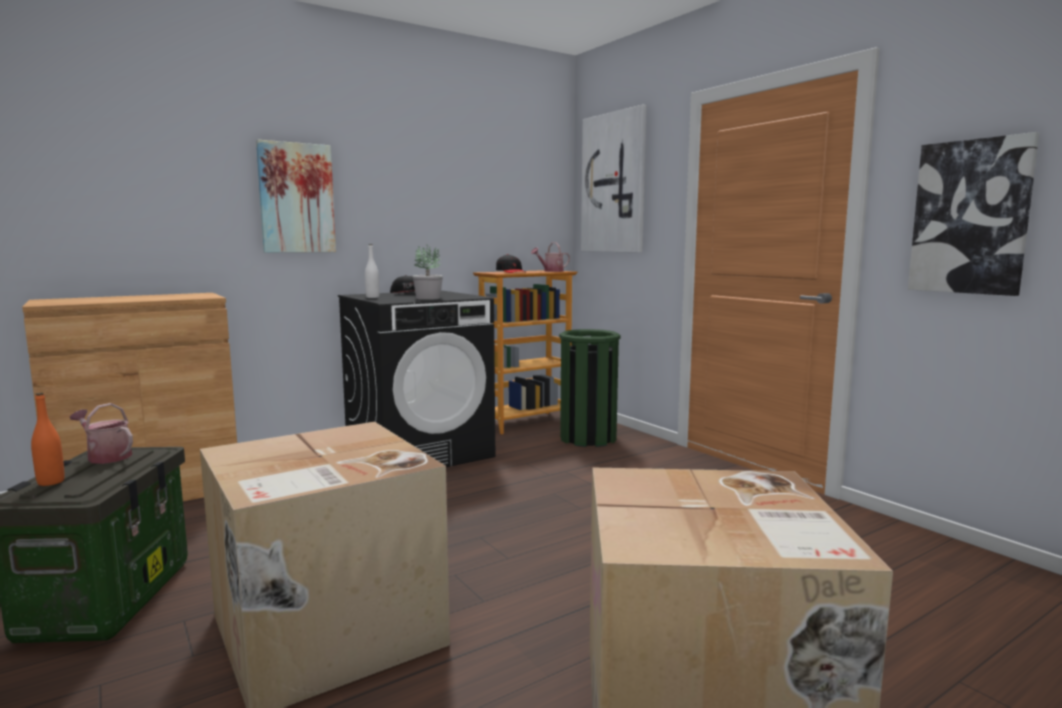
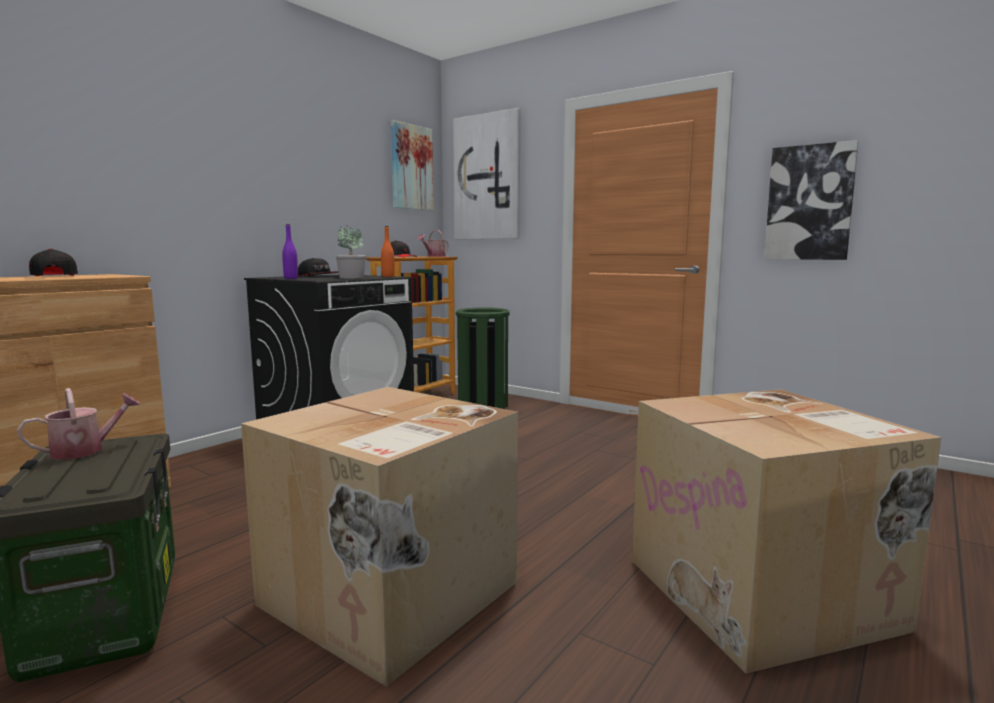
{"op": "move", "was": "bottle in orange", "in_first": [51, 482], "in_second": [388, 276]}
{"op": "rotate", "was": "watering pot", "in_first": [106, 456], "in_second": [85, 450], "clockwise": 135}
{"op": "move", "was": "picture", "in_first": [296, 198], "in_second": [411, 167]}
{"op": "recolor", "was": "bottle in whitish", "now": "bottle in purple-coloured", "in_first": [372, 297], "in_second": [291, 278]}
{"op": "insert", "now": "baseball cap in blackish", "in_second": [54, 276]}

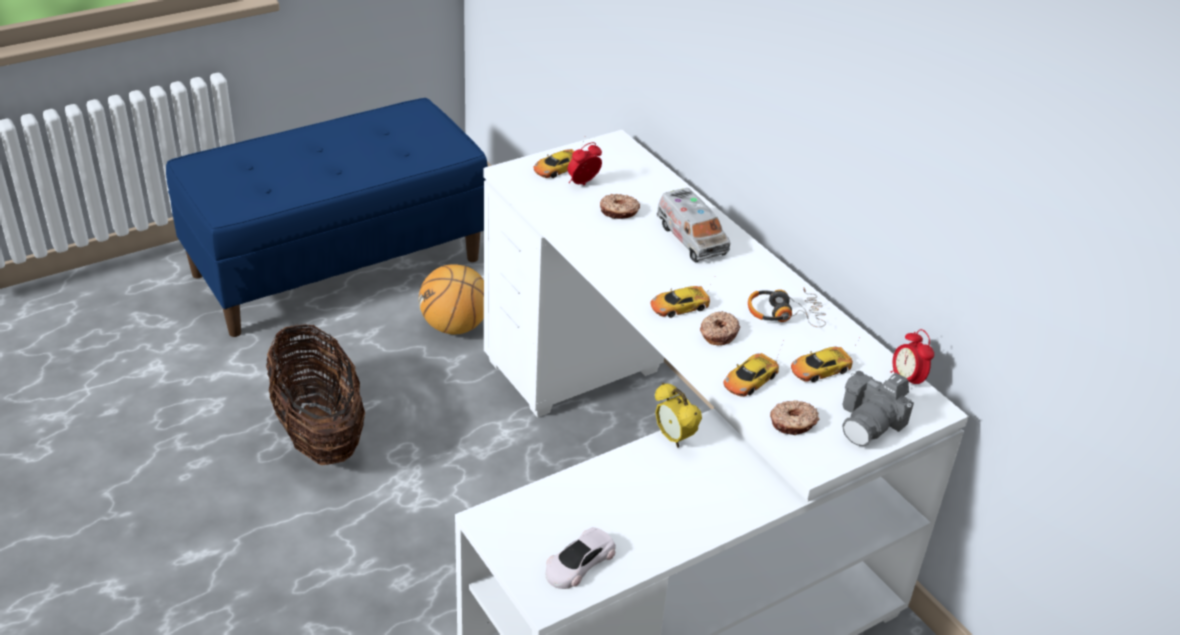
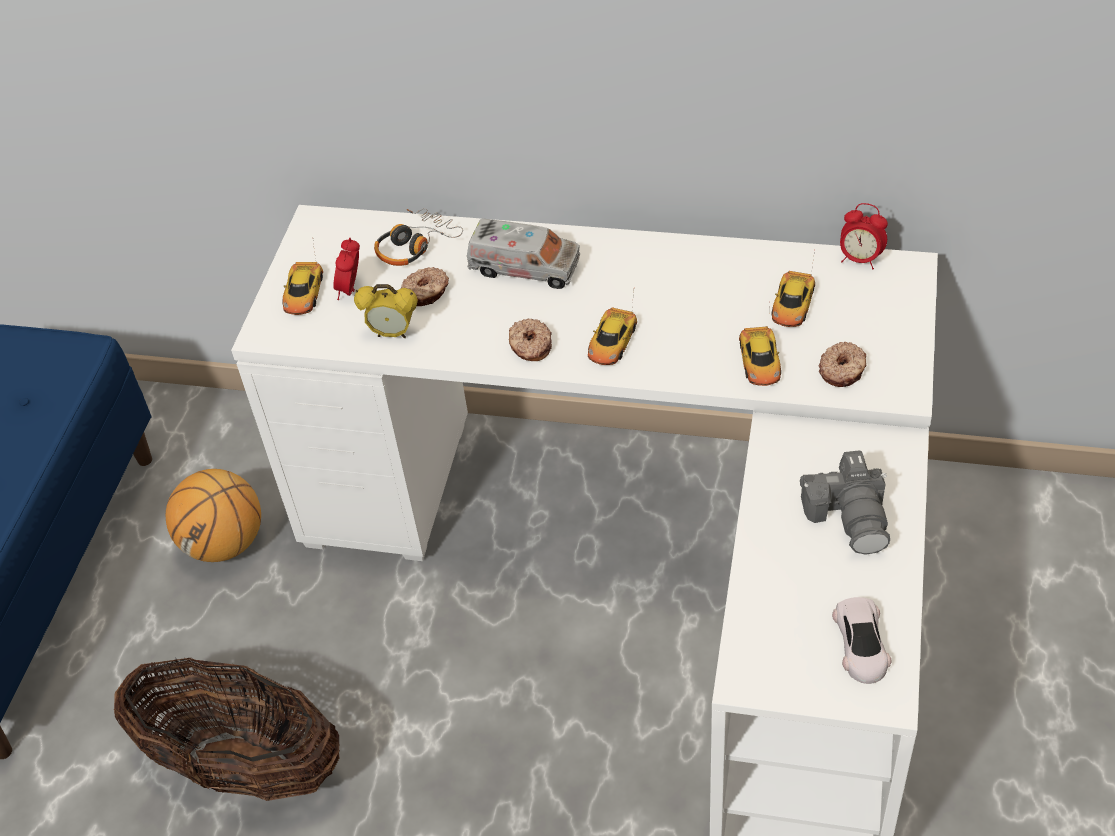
{"op": "move", "was": "table clock", "in_first": [674, 438], "in_second": [393, 333]}
{"op": "move", "was": "donut", "in_first": [718, 333], "in_second": [530, 346]}
{"op": "move", "was": "headphones", "in_first": [784, 314], "in_second": [415, 245]}
{"op": "move", "was": "photo camera", "in_first": [871, 422], "in_second": [850, 516]}

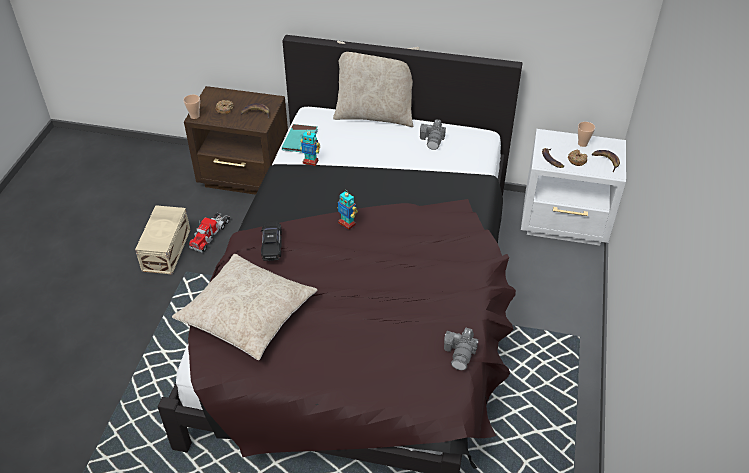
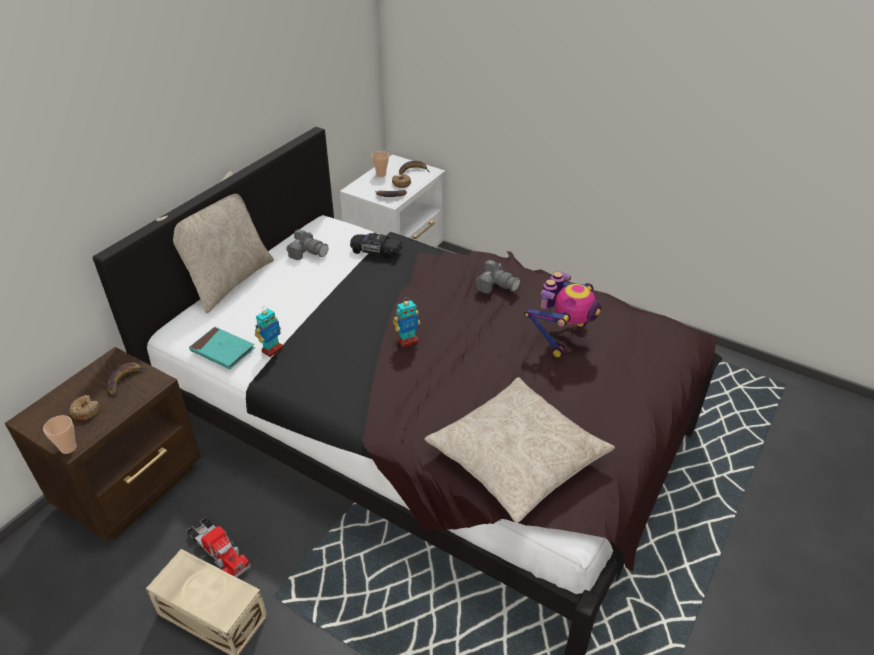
{"op": "move", "was": "toy car in blackish", "in_first": [272, 246], "in_second": [376, 251]}
{"op": "move", "was": "photo camera", "in_first": [460, 353], "in_second": [496, 285]}
{"op": "insert", "now": "robot figure", "in_second": [561, 336]}

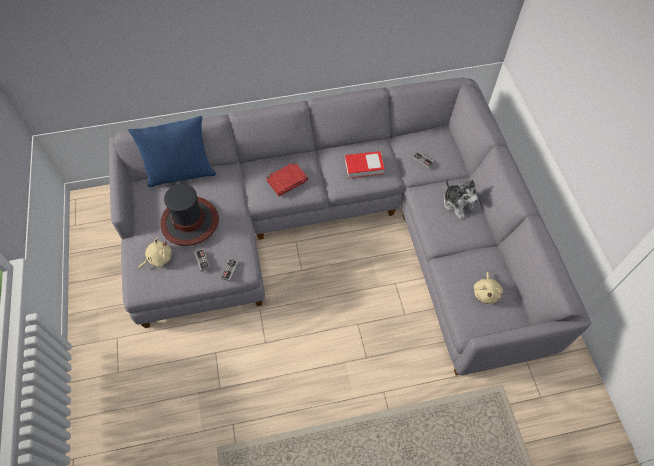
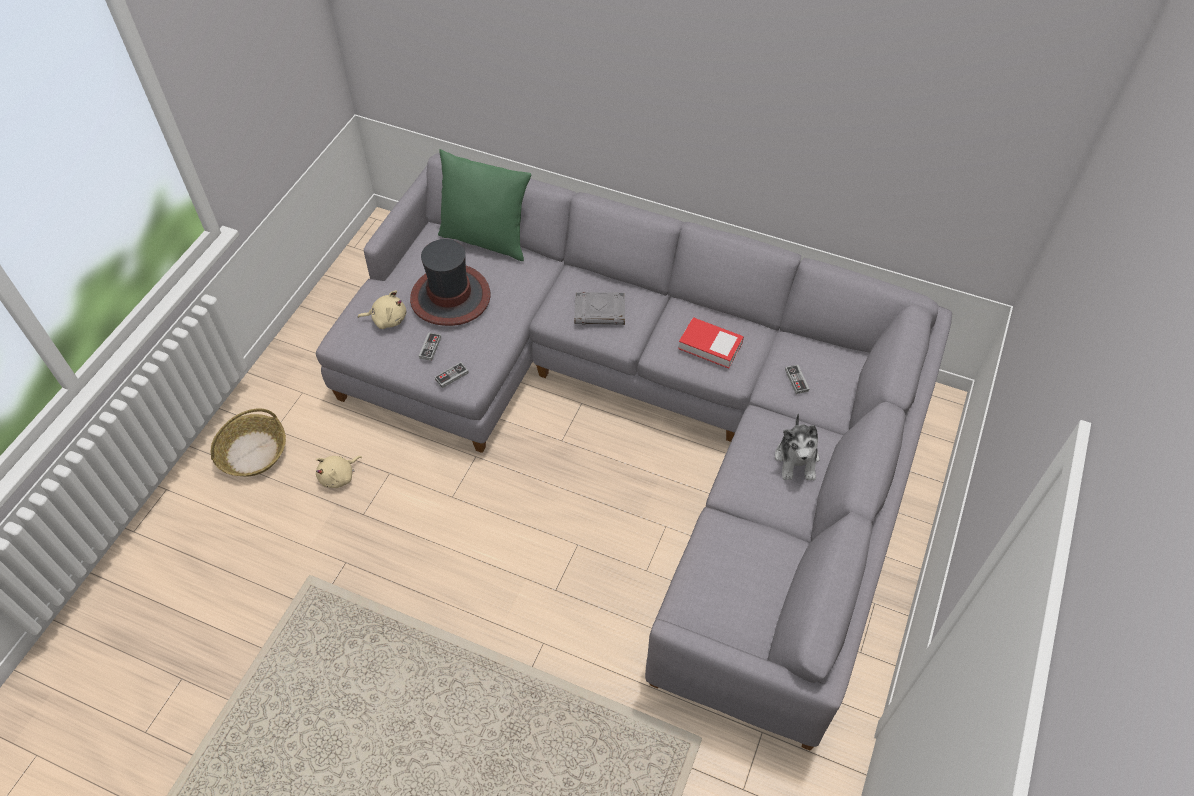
{"op": "recolor", "was": "pillow in bluish", "now": "pillow in green", "in_first": [181, 173], "in_second": [486, 239]}
{"op": "recolor", "was": "bound book in reddish", "now": "bound book in grey", "in_first": [287, 180], "in_second": [600, 311]}
{"op": "move", "was": "plush toy in beige-coloured", "in_first": [486, 293], "in_second": [339, 476]}
{"op": "insert", "now": "household basket", "in_second": [252, 453]}

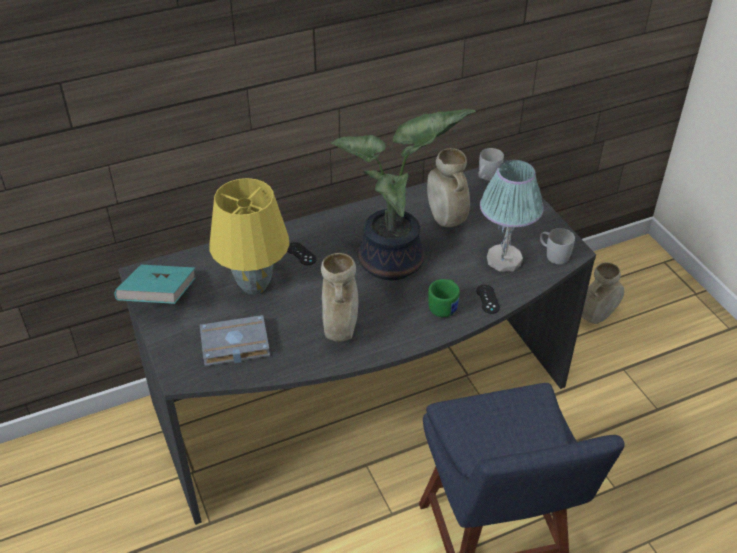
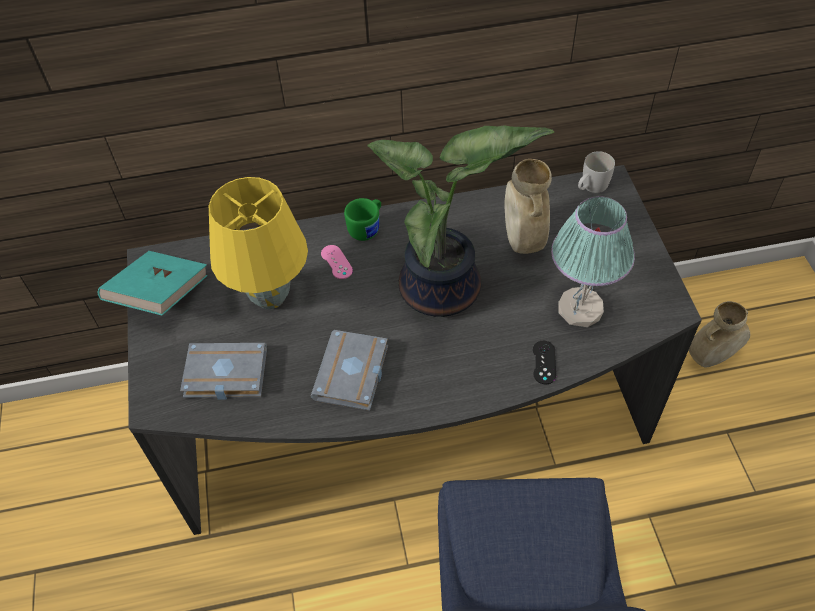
{"op": "recolor", "was": "joypad in blackish", "now": "joypad in pink", "in_first": [301, 254], "in_second": [336, 262]}
{"op": "replace", "was": "flower vase in beige-coloured", "now": "bound book in grey", "in_first": [341, 330], "in_second": [353, 375]}
{"op": "move", "was": "coffee mug in green", "in_first": [444, 306], "in_second": [367, 228]}
{"op": "delete", "was": "coffee mug in whitish", "in_first": [553, 255]}

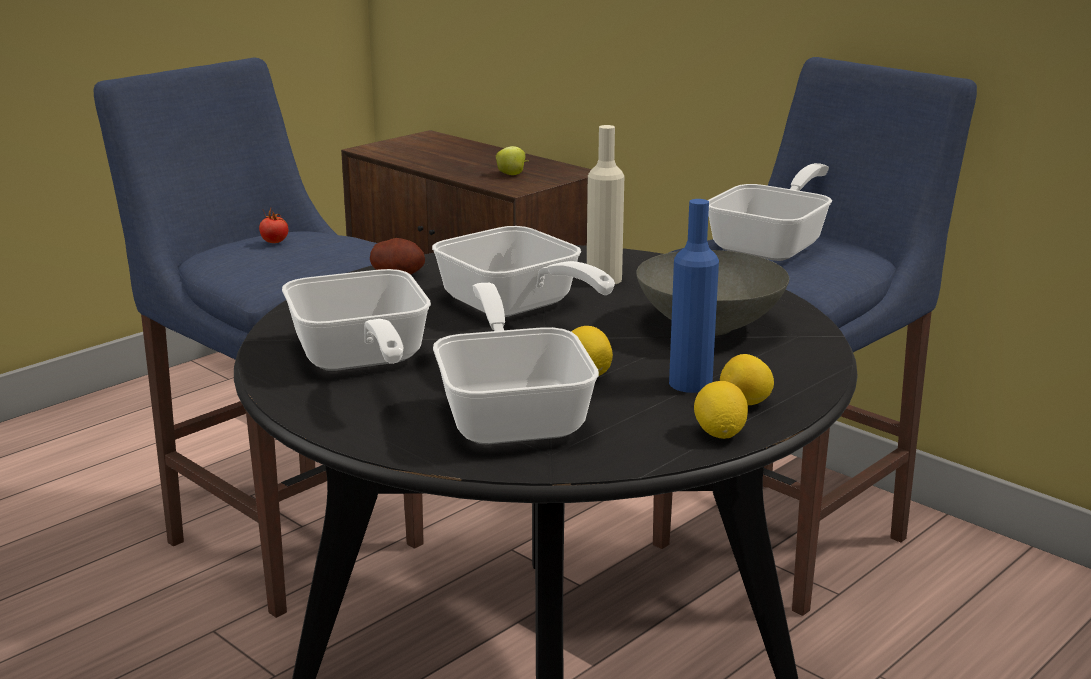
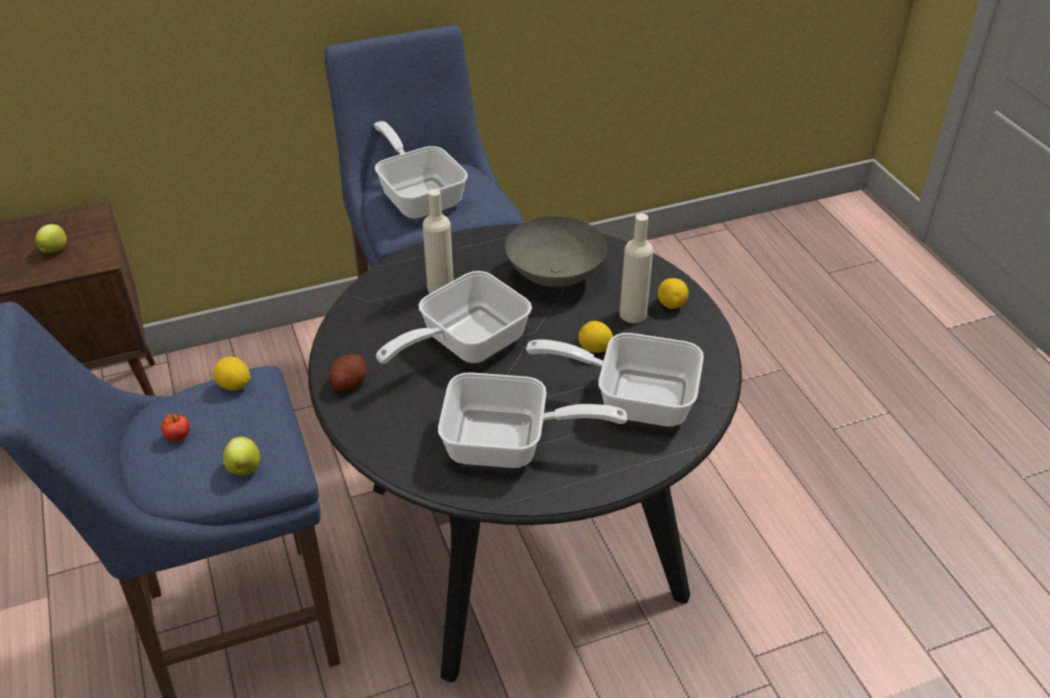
{"op": "rotate", "was": "skillet", "in_first": [516, 308], "in_second": [464, 344], "clockwise": 150}
{"op": "recolor", "was": "bottle in bluish", "now": "bottle in beige-coloured", "in_first": [690, 383], "in_second": [633, 314]}
{"op": "move", "was": "citrus fruit", "in_first": [719, 434], "in_second": [234, 385]}
{"op": "insert", "now": "apple fruit", "in_second": [244, 469]}

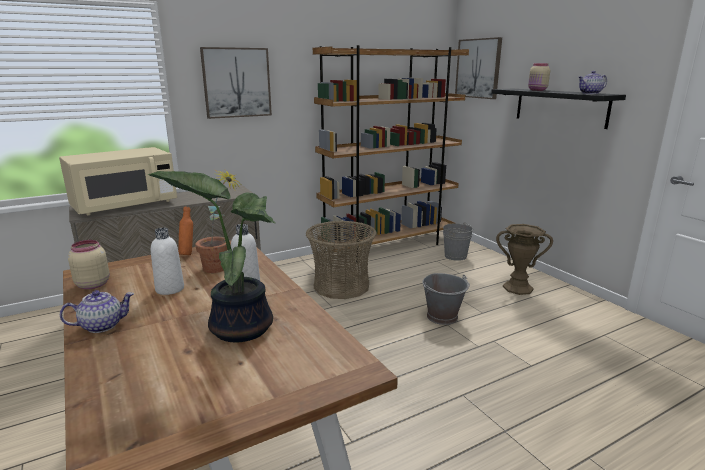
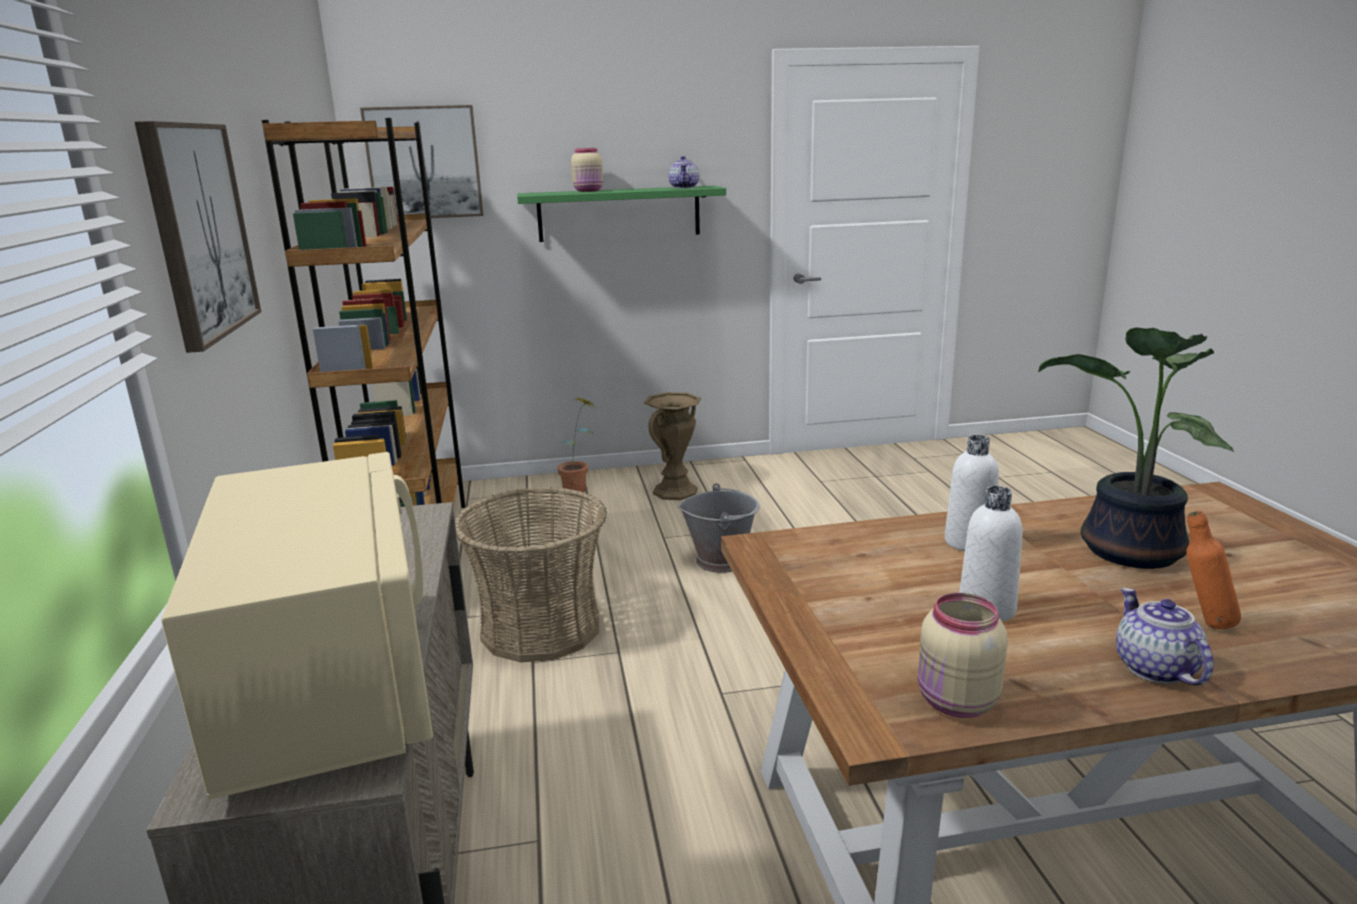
{"op": "move", "was": "bottle in orange", "in_first": [188, 254], "in_second": [1203, 623]}
{"op": "move", "was": "houseplant", "in_first": [221, 269], "in_second": [579, 488]}
{"op": "delete", "was": "bucket in grey", "in_first": [455, 256]}
{"op": "recolor", "was": "wall shelf in blackish", "now": "wall shelf in green", "in_first": [560, 107], "in_second": [619, 213]}

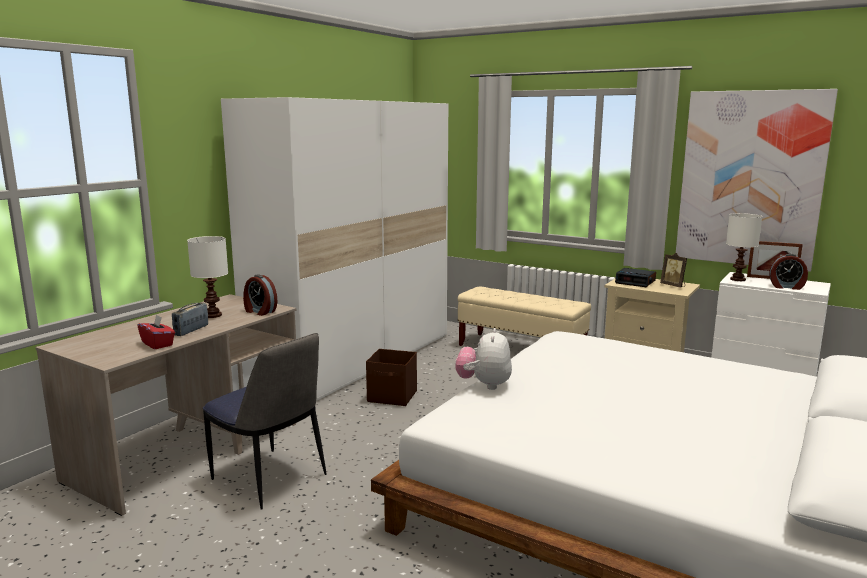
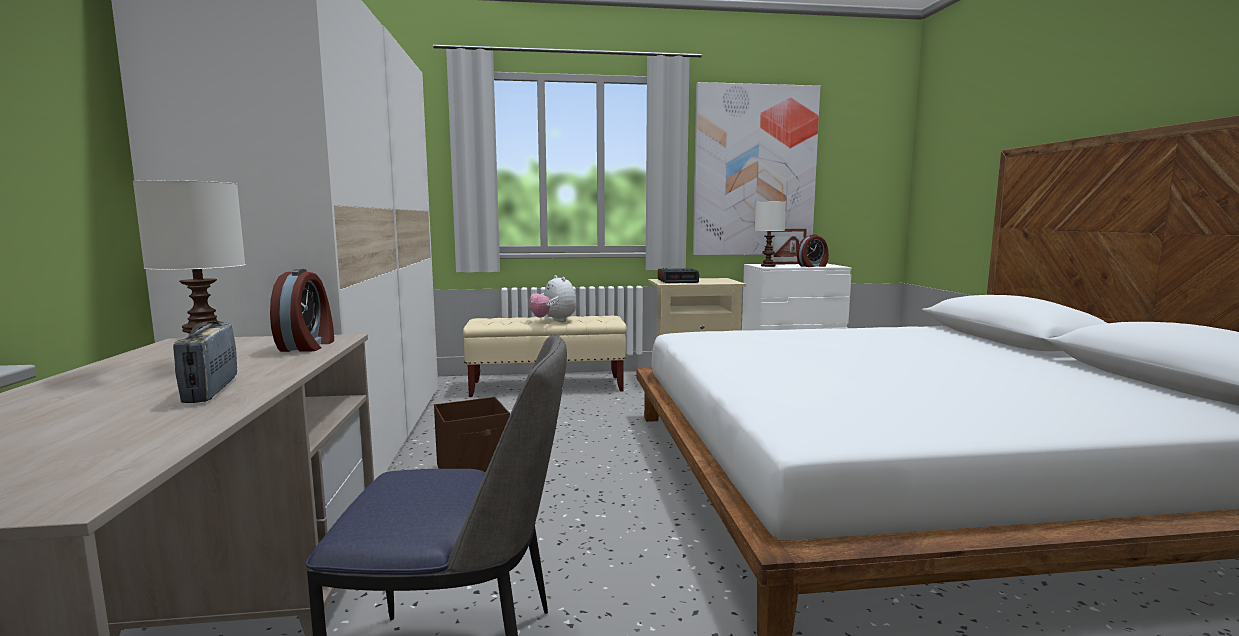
{"op": "delete", "was": "tissue holder in reddish", "in_first": [158, 344]}
{"op": "rotate", "was": "table clock", "in_first": [259, 311], "in_second": [308, 346], "clockwise": -90}
{"op": "move", "was": "plush toy", "in_first": [484, 385], "in_second": [554, 321]}
{"op": "delete", "was": "standing frame", "in_first": [673, 286]}

